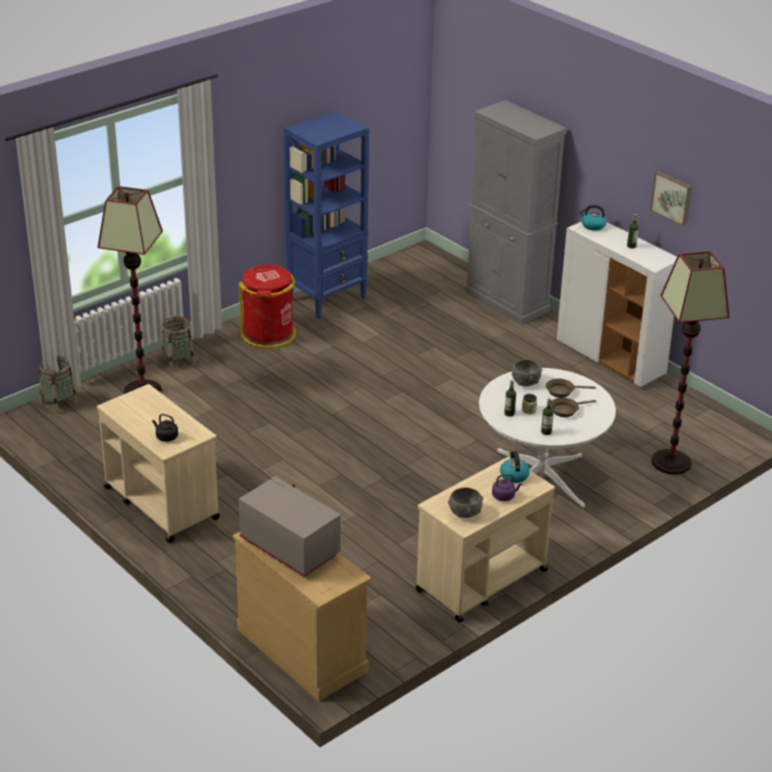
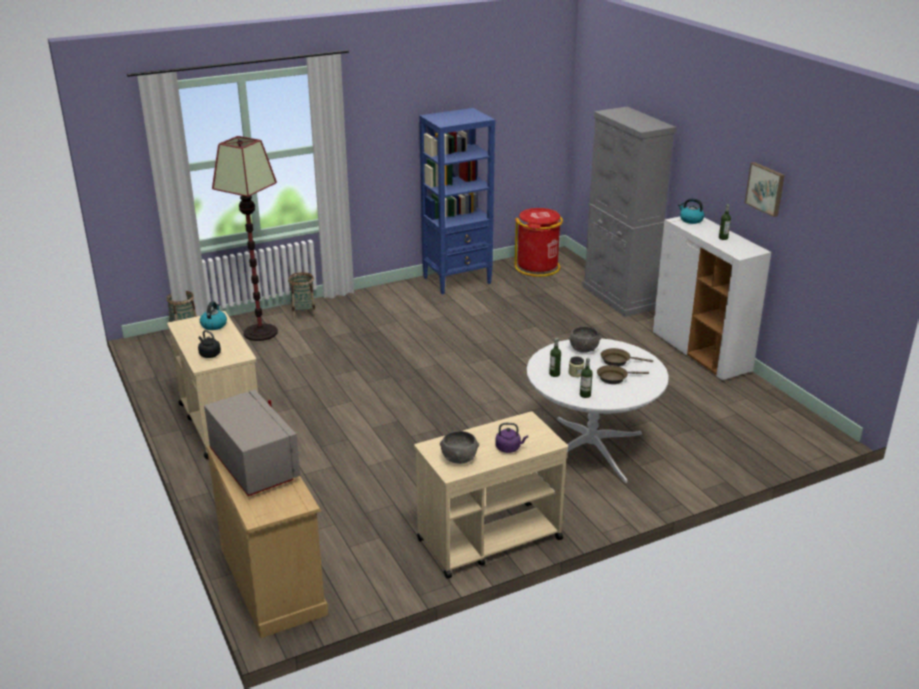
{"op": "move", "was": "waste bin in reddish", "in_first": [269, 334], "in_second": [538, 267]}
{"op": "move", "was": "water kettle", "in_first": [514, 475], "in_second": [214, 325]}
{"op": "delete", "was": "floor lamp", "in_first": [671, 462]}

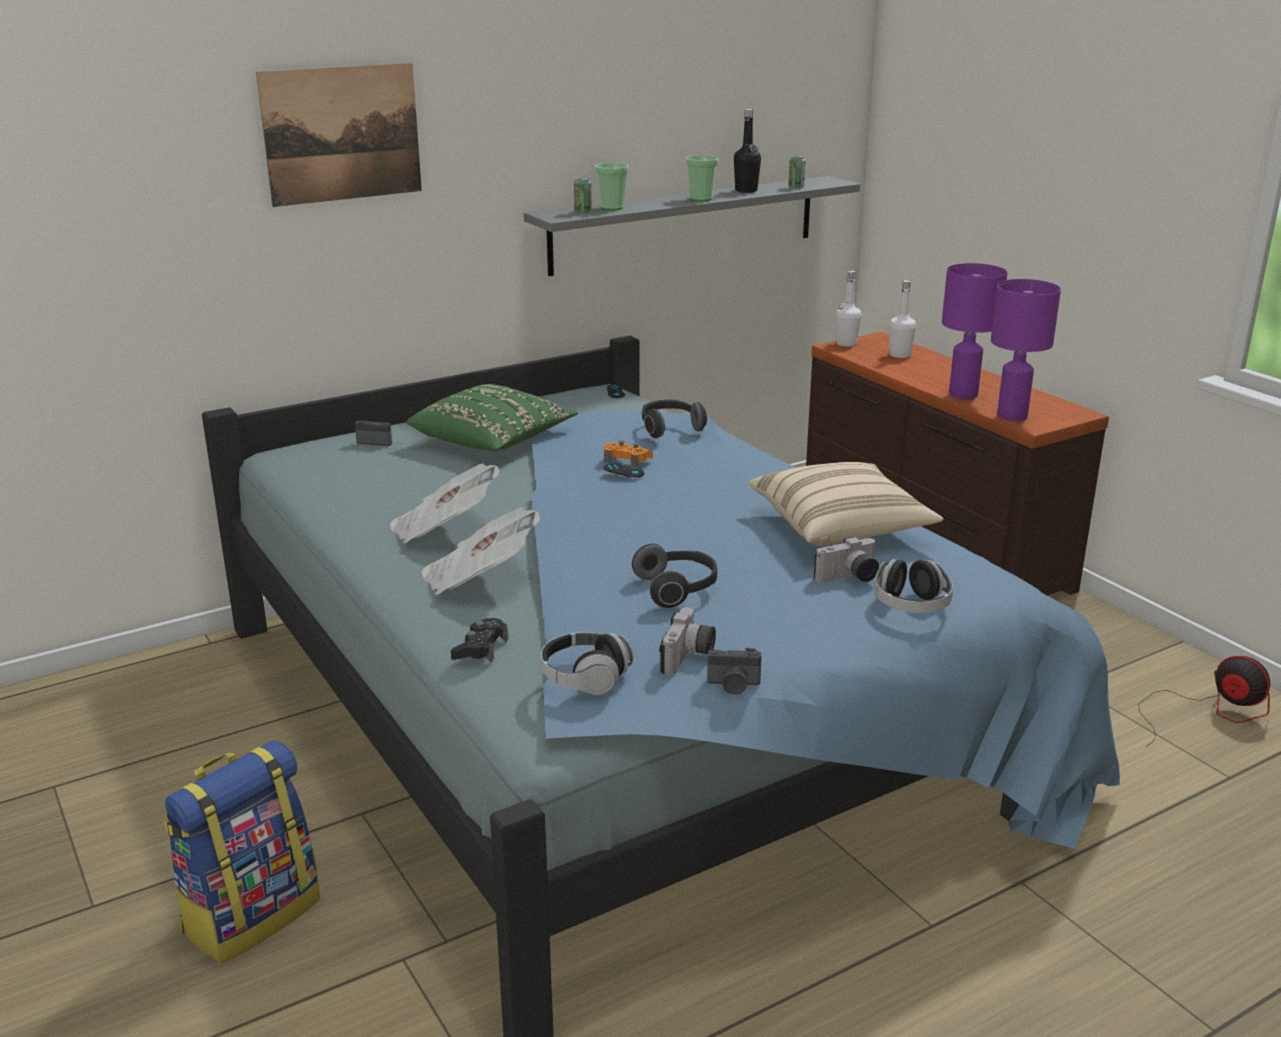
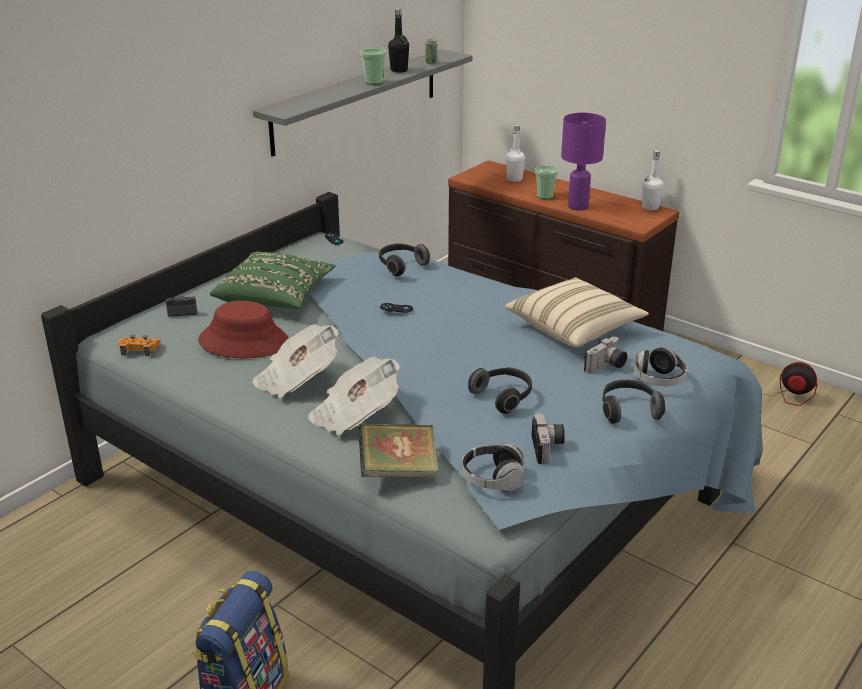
{"op": "delete", "was": "picture", "in_first": [342, 134]}
{"op": "replace", "was": "joypad in blackish", "now": "bound book", "in_first": [480, 648], "in_second": [398, 471]}
{"op": "delete", "was": "can", "in_first": [583, 212]}
{"op": "move", "was": "small cup", "in_first": [612, 208], "in_second": [545, 196]}
{"op": "move", "was": "joypad in orange", "in_first": [627, 460], "in_second": [140, 349]}
{"op": "delete", "was": "photo camera", "in_first": [733, 685]}
{"op": "move", "was": "bottle in whitish", "in_first": [846, 343], "in_second": [650, 207]}
{"op": "delete", "was": "table lamp in purple-coloured", "in_first": [1012, 416]}
{"op": "insert", "now": "hat in reddish", "in_second": [244, 341]}
{"op": "insert", "now": "headphones", "in_second": [628, 411]}

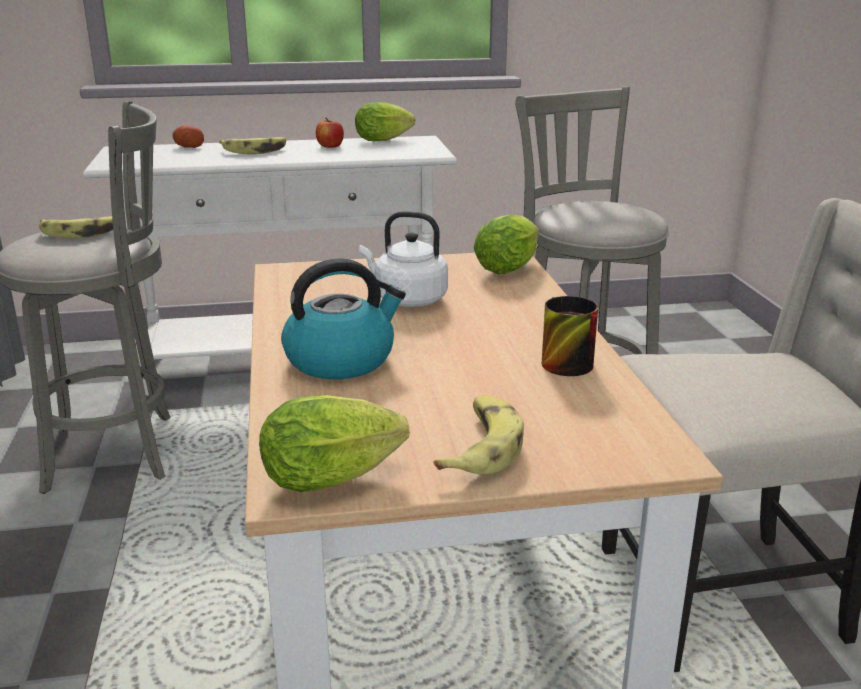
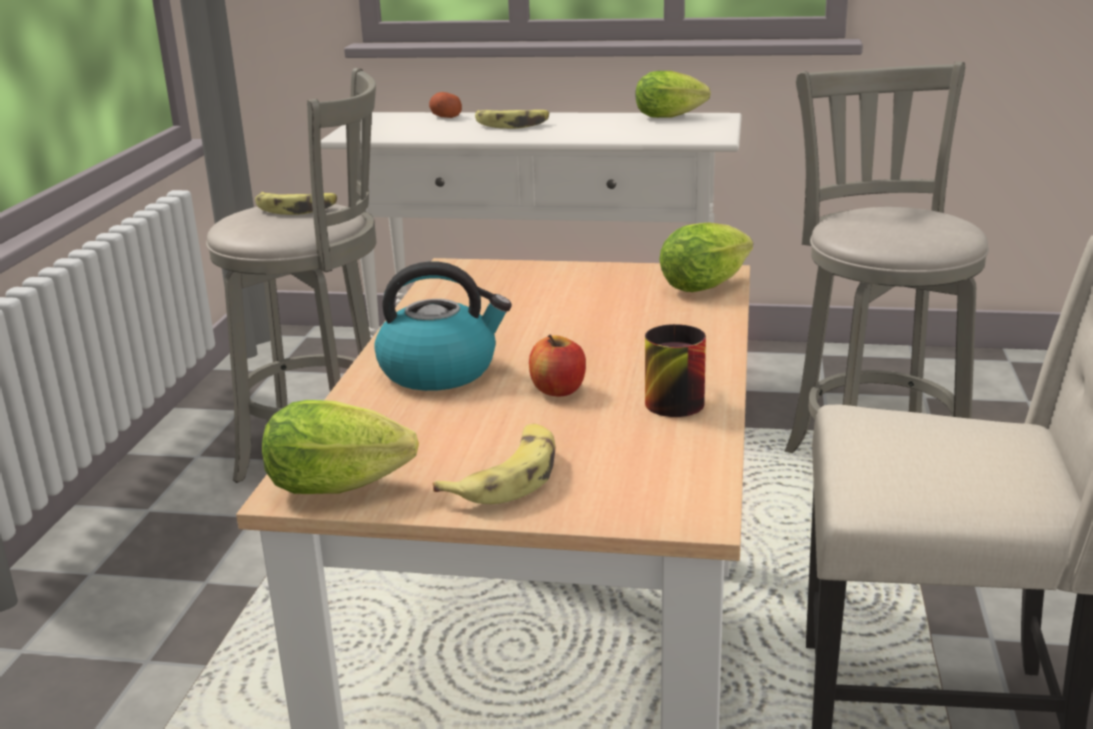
{"op": "move", "was": "apple fruit", "in_first": [330, 146], "in_second": [558, 390]}
{"op": "delete", "was": "water kettle in whitish", "in_first": [407, 299]}

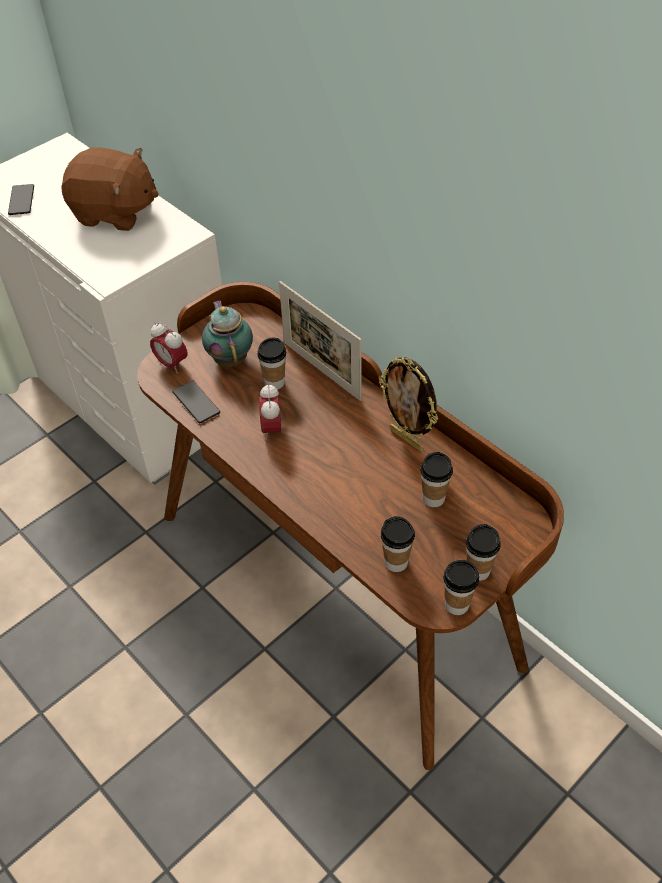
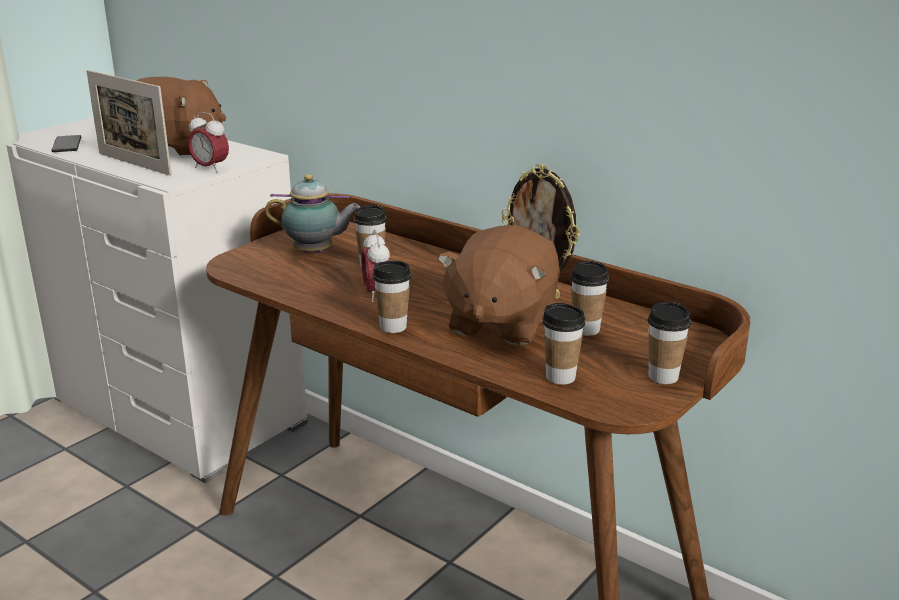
{"op": "move", "was": "table clock", "in_first": [171, 364], "in_second": [210, 168]}
{"op": "delete", "was": "telephone", "in_first": [196, 402]}
{"op": "rotate", "was": "tea pot", "in_first": [230, 358], "in_second": [316, 252], "clockwise": 120}
{"op": "move", "was": "standing frame", "in_first": [321, 370], "in_second": [134, 164]}
{"op": "move", "was": "small cup", "in_first": [457, 604], "in_second": [393, 327]}
{"op": "insert", "now": "plush toy in brownish", "in_second": [500, 323]}

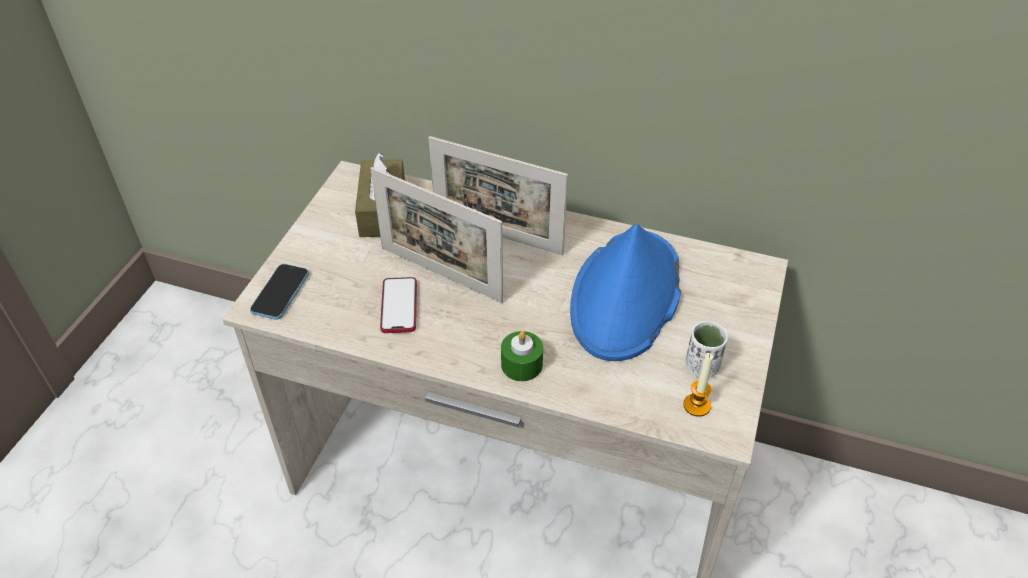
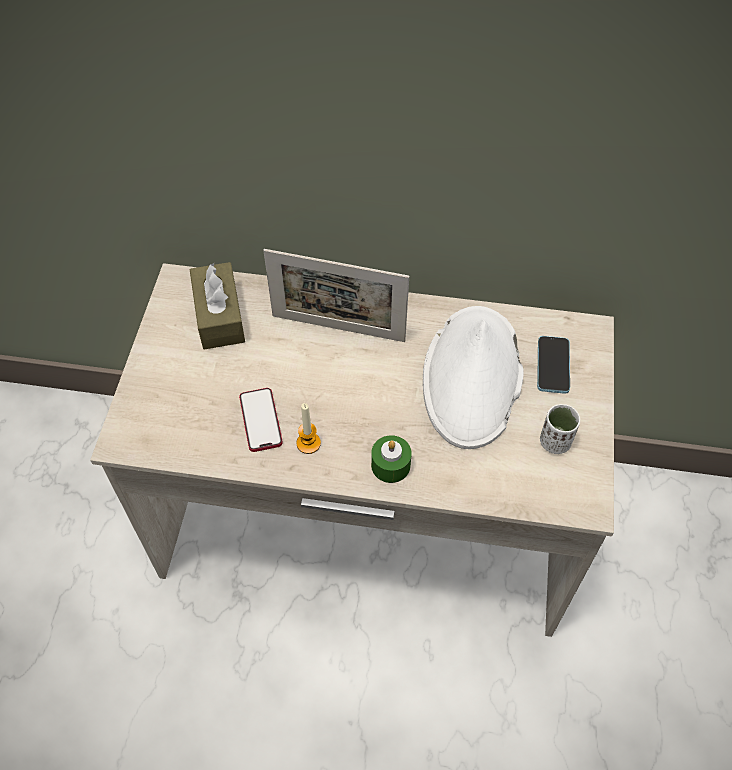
{"op": "move", "was": "telephone", "in_first": [280, 293], "in_second": [553, 365]}
{"op": "delete", "was": "standing frame", "in_first": [440, 274]}
{"op": "recolor", "was": "hat in bluish", "now": "hat in whitish", "in_first": [626, 296], "in_second": [472, 378]}
{"op": "move", "was": "wax candle", "in_first": [697, 405], "in_second": [308, 443]}

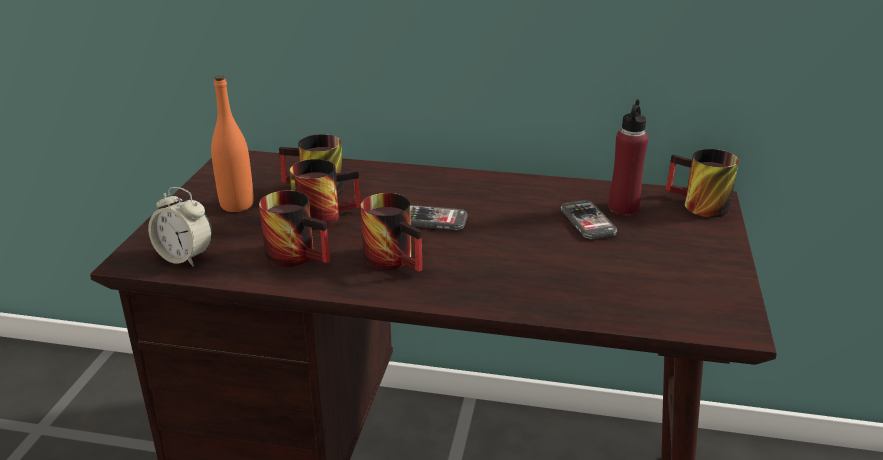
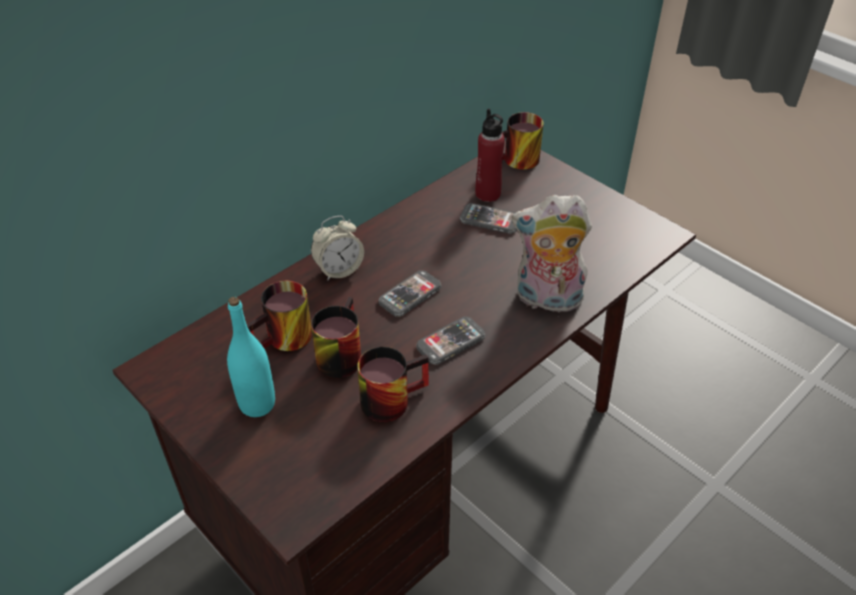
{"op": "move", "was": "table clock", "in_first": [185, 257], "in_second": [339, 270]}
{"op": "recolor", "was": "bottle in orange", "now": "bottle in turquoise-coloured", "in_first": [237, 205], "in_second": [257, 404]}
{"op": "replace", "was": "coffee mug", "now": "telephone", "in_first": [397, 258], "in_second": [450, 342]}
{"op": "insert", "now": "plush toy", "in_second": [546, 300]}

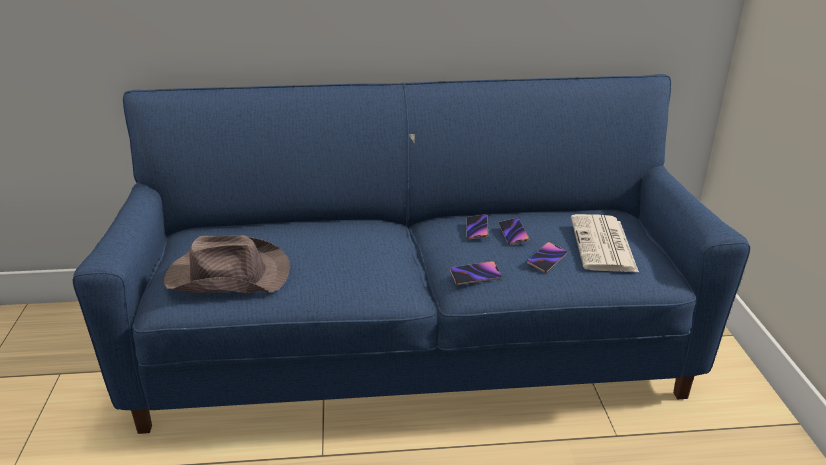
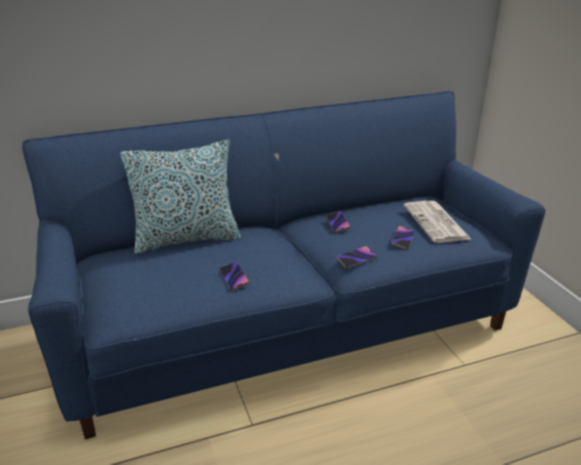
{"op": "delete", "was": "hat in brownish", "in_first": [227, 275]}
{"op": "move", "was": "telephone", "in_first": [513, 233], "in_second": [234, 277]}
{"op": "insert", "now": "pillow", "in_second": [187, 239]}

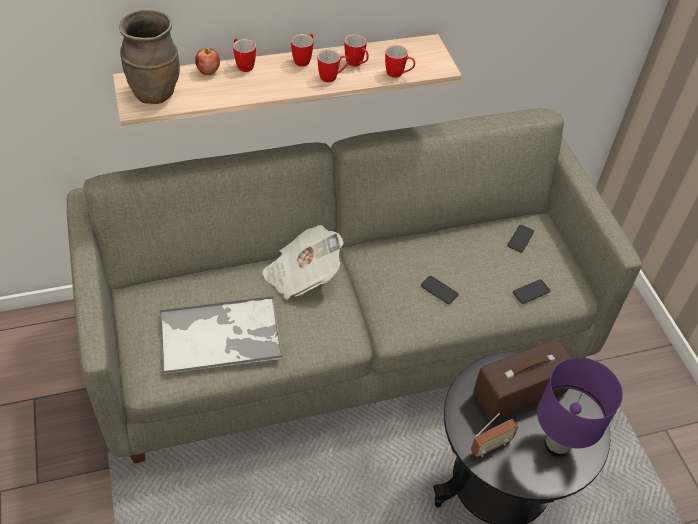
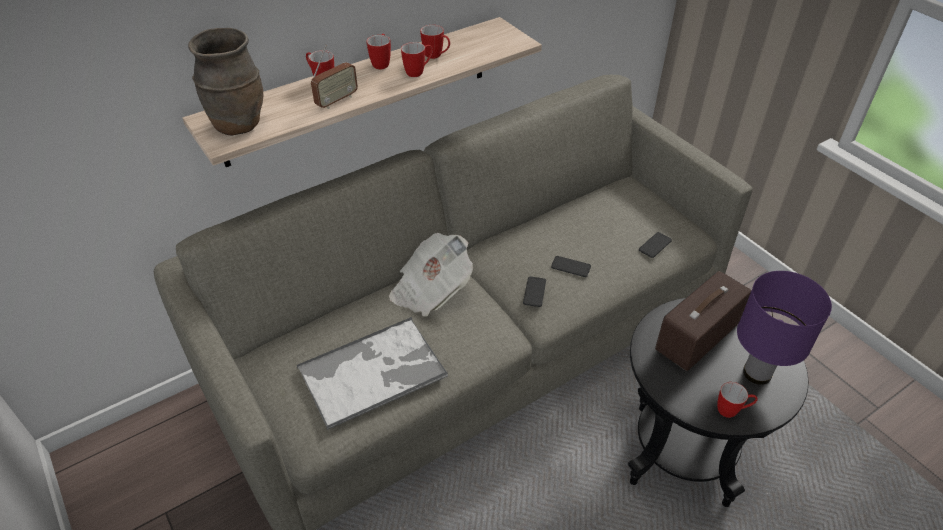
{"op": "delete", "was": "apple fruit", "in_first": [208, 72]}
{"op": "move", "was": "coffee mug", "in_first": [398, 74], "in_second": [732, 411]}
{"op": "move", "was": "radio receiver", "in_first": [490, 446], "in_second": [336, 101]}
{"op": "move", "was": "telephone", "in_first": [520, 238], "in_second": [534, 292]}

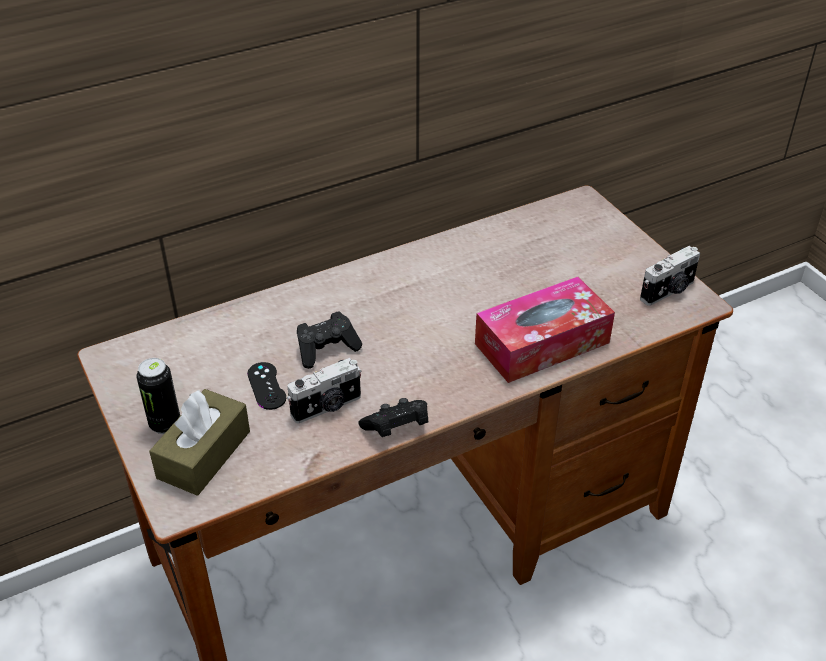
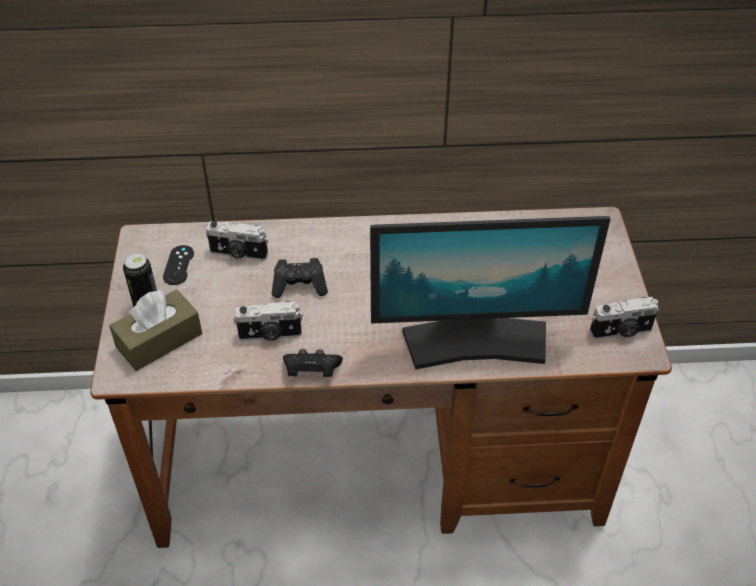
{"op": "move", "was": "joypad in blackish", "in_first": [266, 386], "in_second": [178, 265]}
{"op": "replace", "was": "tissue holder", "now": "monitor", "in_first": [542, 343], "in_second": [476, 341]}
{"op": "insert", "now": "photo camera", "in_second": [238, 254]}

